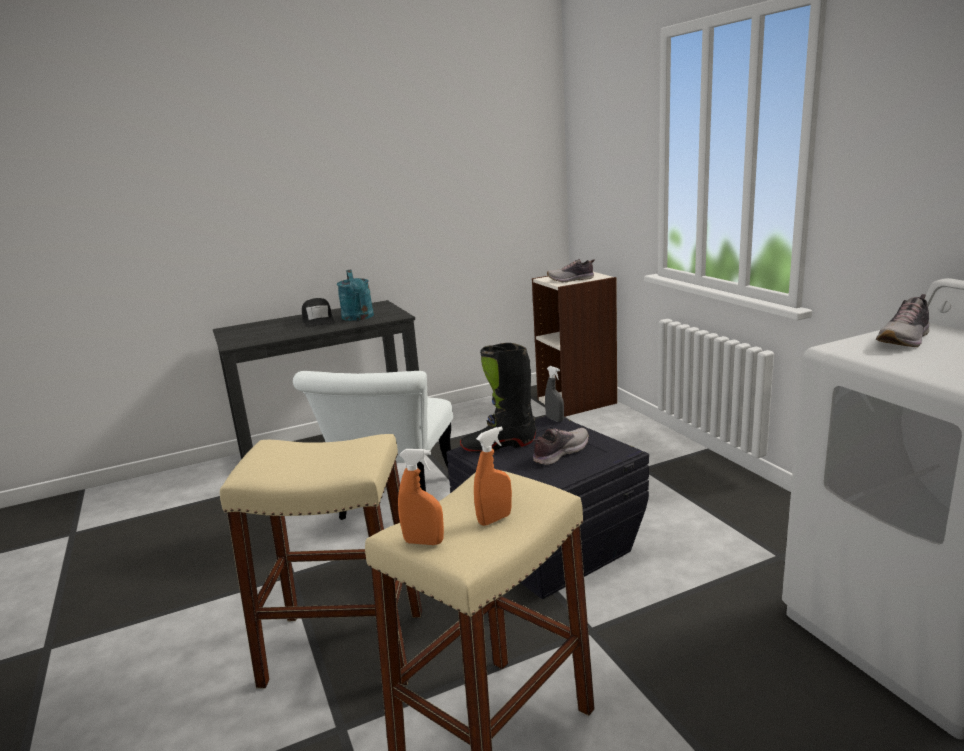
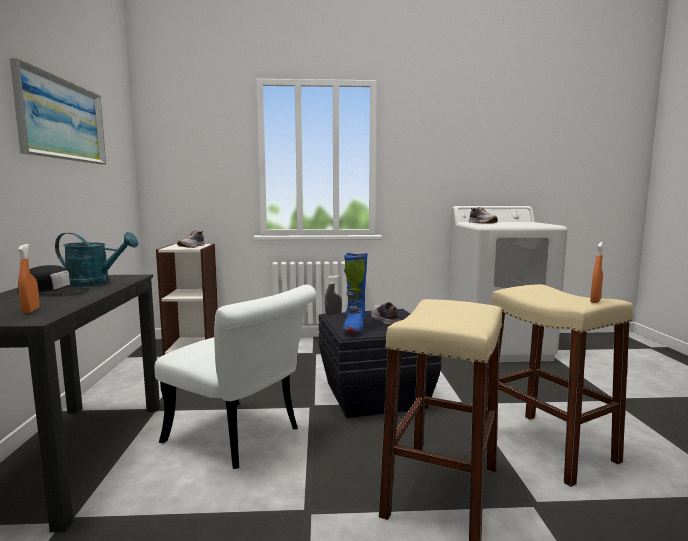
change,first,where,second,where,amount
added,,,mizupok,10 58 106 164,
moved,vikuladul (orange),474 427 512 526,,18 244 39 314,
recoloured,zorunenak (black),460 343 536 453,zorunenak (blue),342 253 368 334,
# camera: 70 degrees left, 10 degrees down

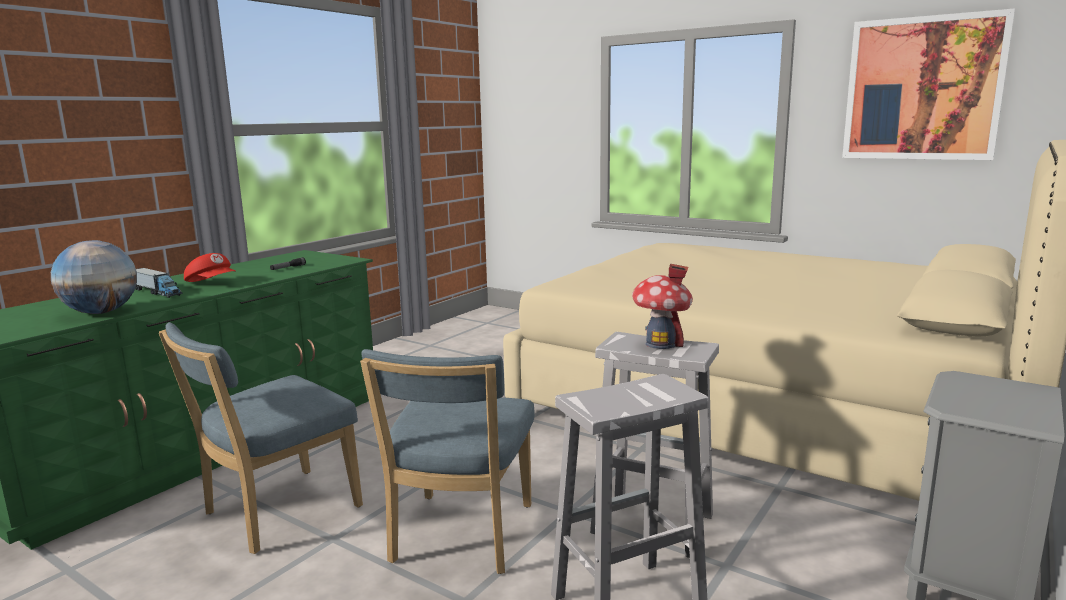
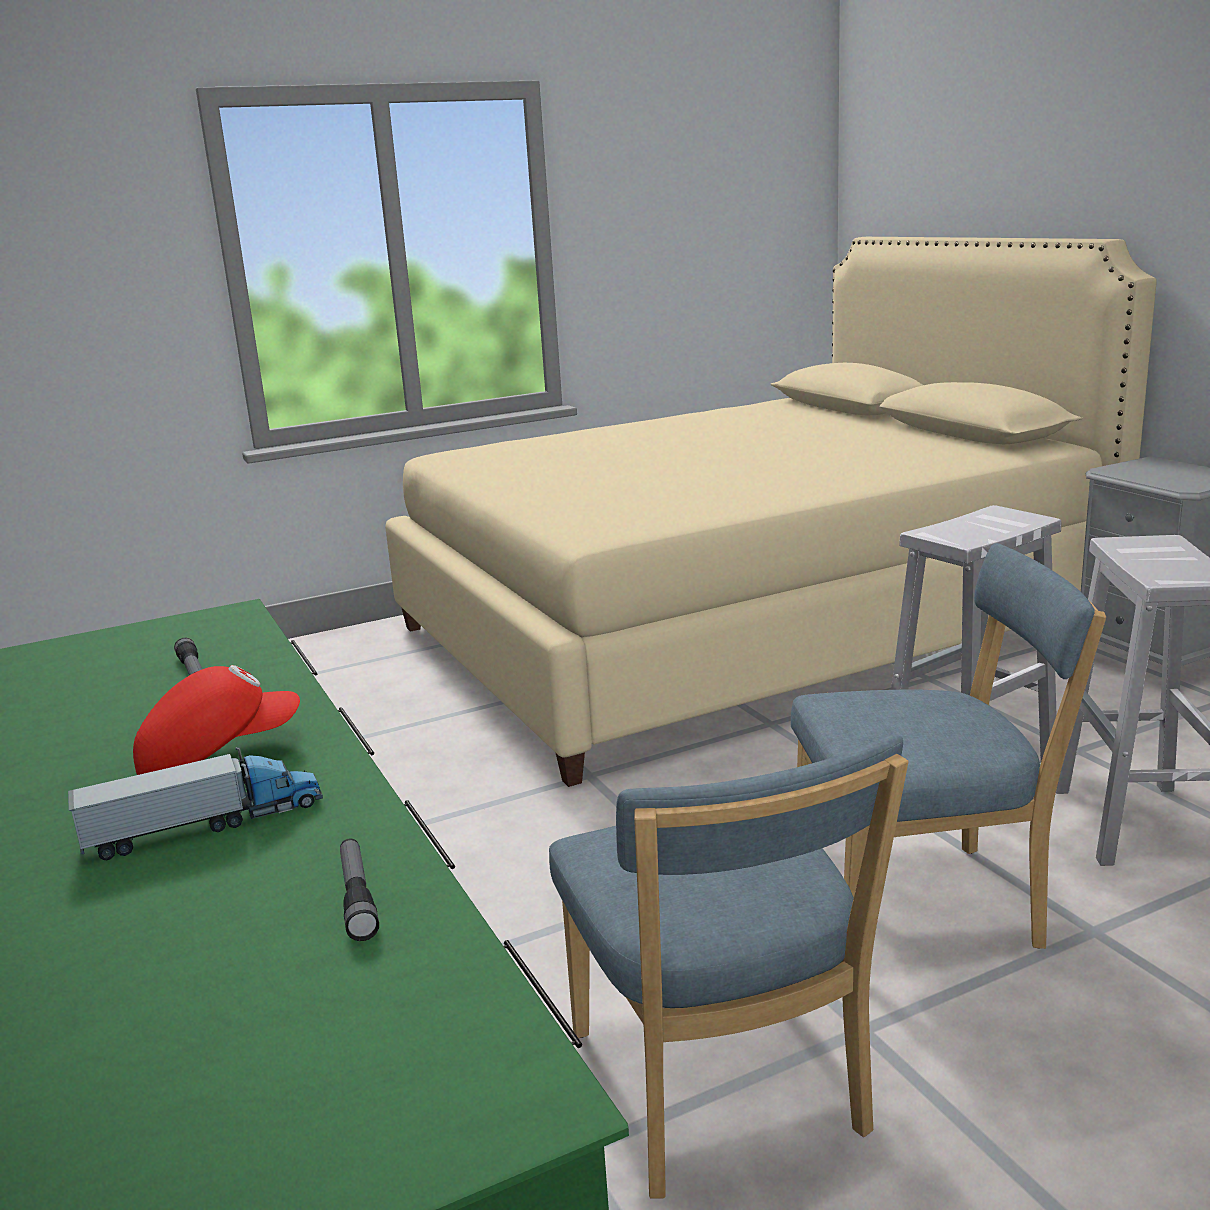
change,first,where,second,where,amount
removed,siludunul,632 264 693 349,,,
removed,mizupok,842 9 1015 160,,,
replaced,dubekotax,51 240 137 314,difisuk,340 839 379 941,
turned,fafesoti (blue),360 349 535 574,,791 543 1106 949,45 degrees counterclockwise
# camera: 60 degrees left, 5 degrees up

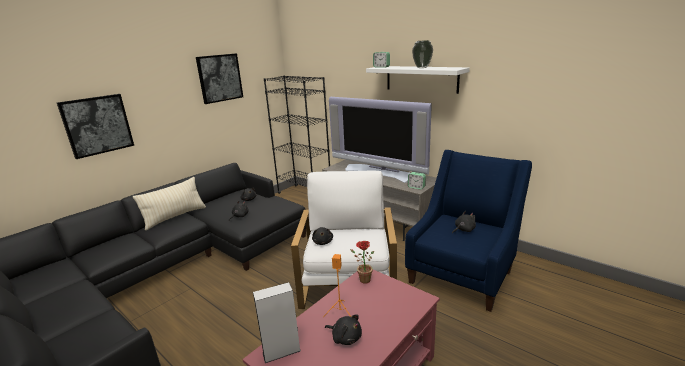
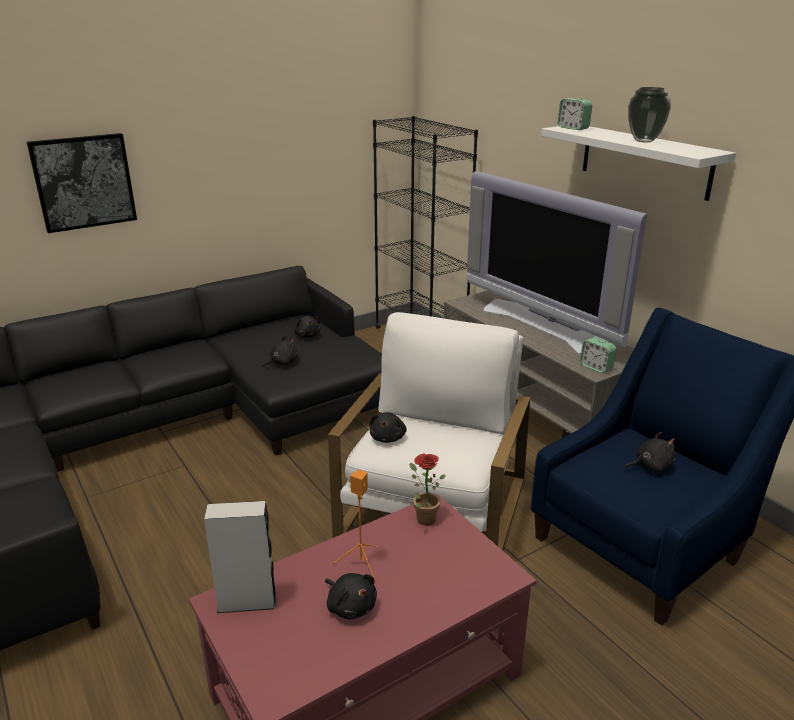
change,first,where,second,where,amount
removed,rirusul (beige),133 177 206 230,,,
removed,mizupok,196 53 243 104,,,
# camera: 15 degrees right, 5 degrees up

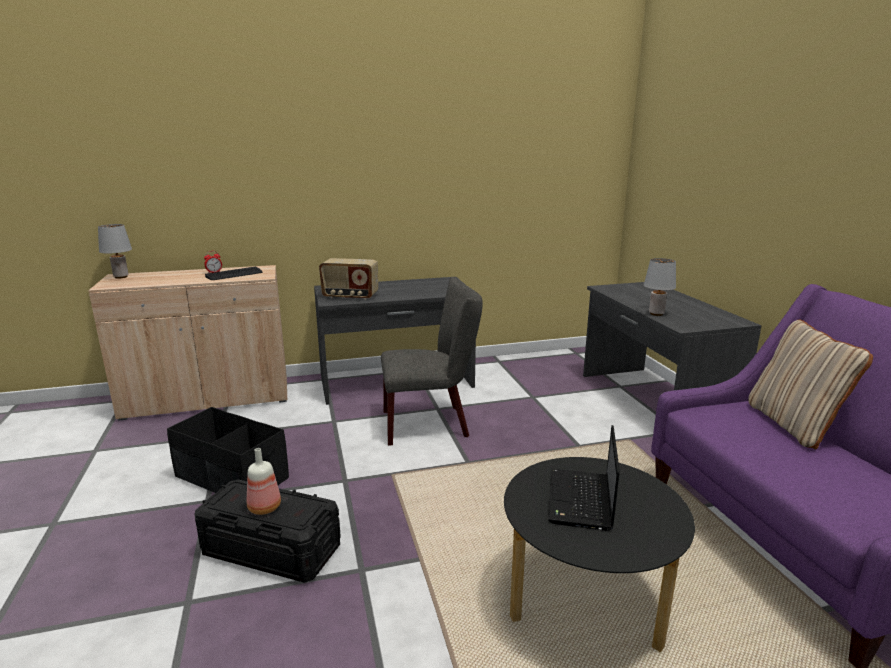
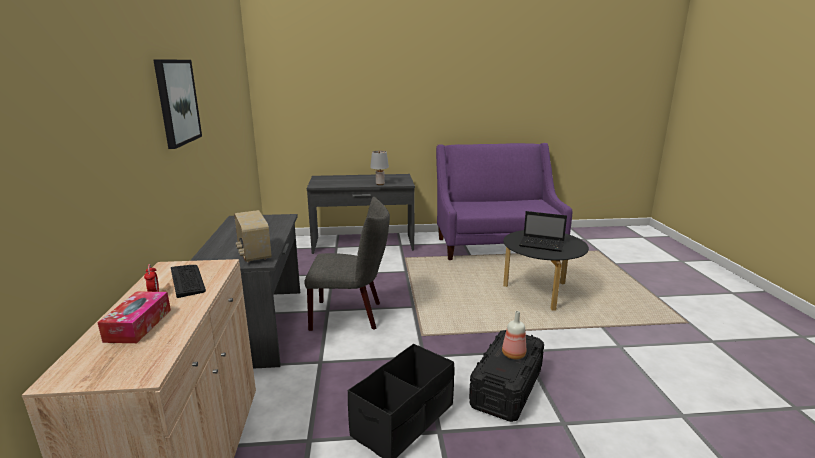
change,first,where,second,where,amount
removed,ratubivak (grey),98 224 132 279,,,
removed,rirusul (beige),748 320 873 449,,,
added,,,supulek,97 291 171 343,
added,,,mizupok,153 59 202 149,
turned,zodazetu,319 258 378 300,,234 210 272 262,135 degrees clockwise
turned,fafesoti (grey),381 277 483 446,,304 197 390 331,90 degrees clockwise
# camera: 80 degrees left, 0 degrees up

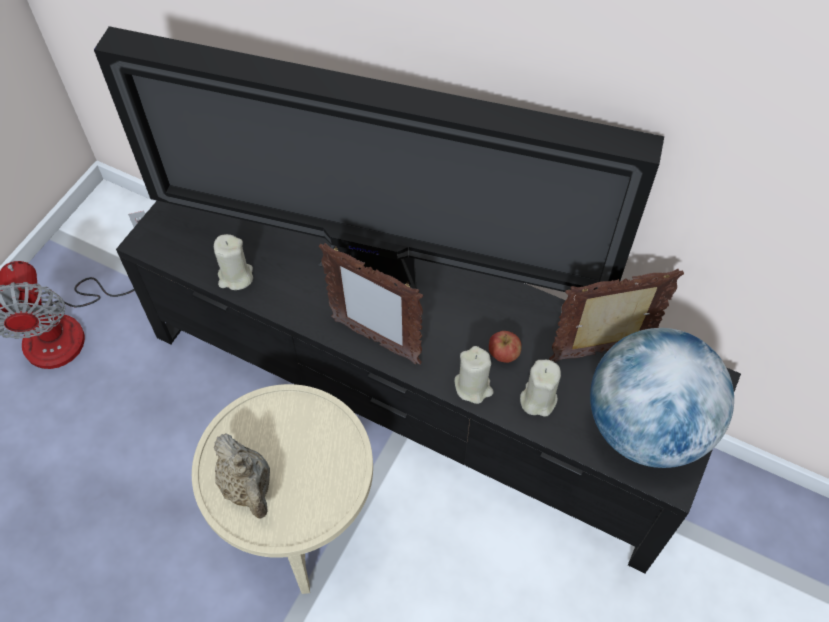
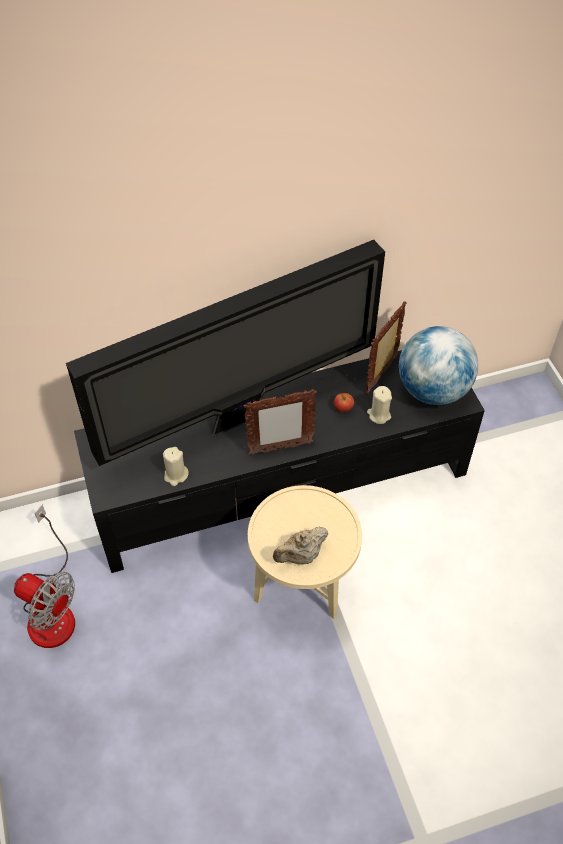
change,first,where,second,where,amount
removed,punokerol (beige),454 346 493 404,,,
turned,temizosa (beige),214 433 270 519,,273 526 328 565,135 degrees clockwise
# camera: 45 degrees left, 5 degrees down

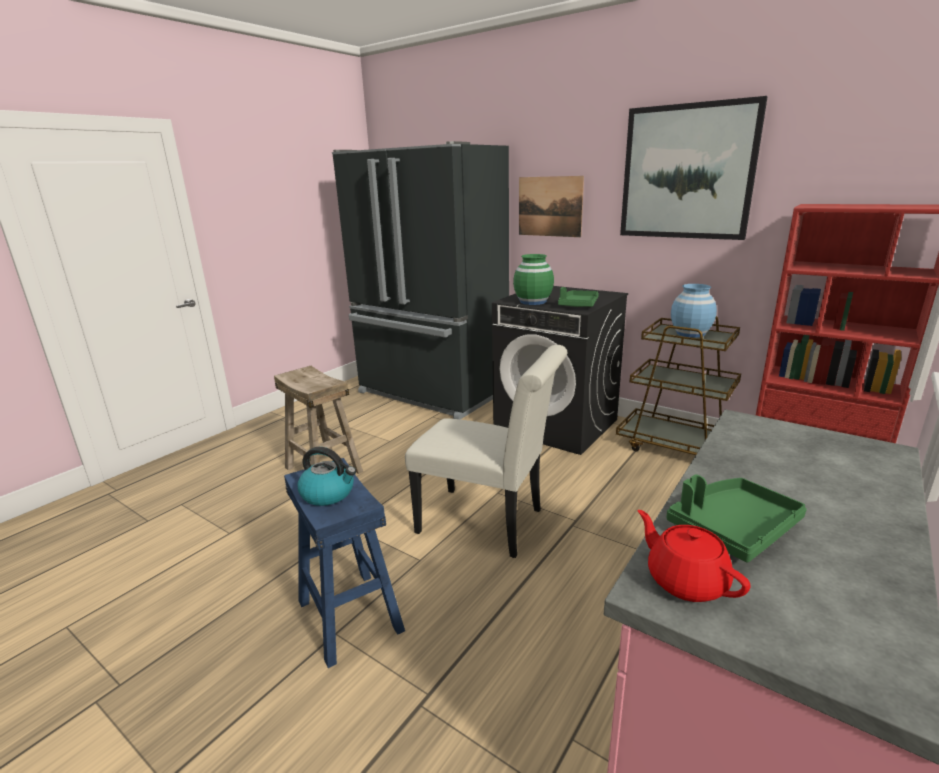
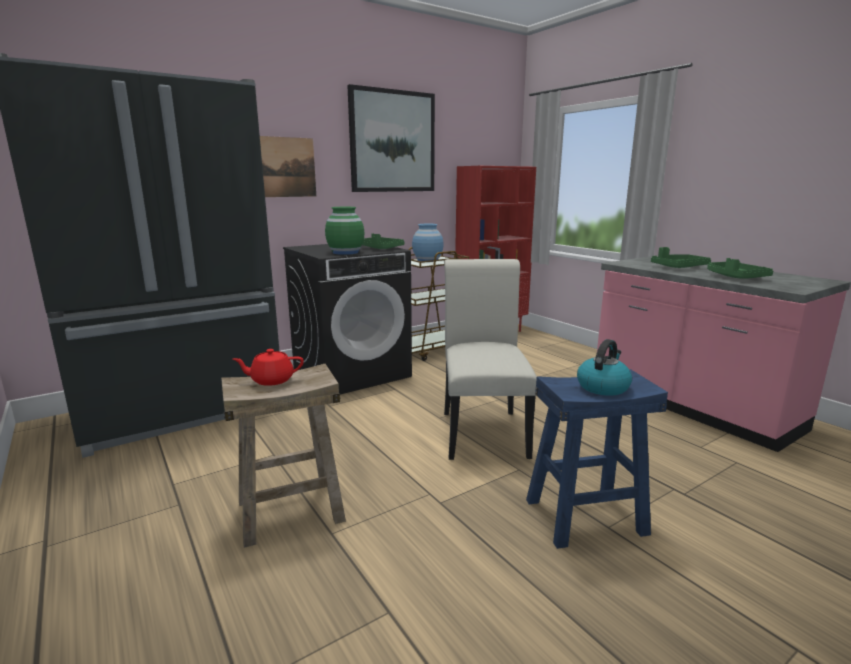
change,first,where,second,where,amount
added,,,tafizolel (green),651 247 711 268,
moved,temizosa (red),638 510 751 602,,233 349 304 386,
turned,fafesoti (white),405 345 568 558,,444 259 537 460,45 degrees counterclockwise
# camera: 70 degrees left, 5 degrees down

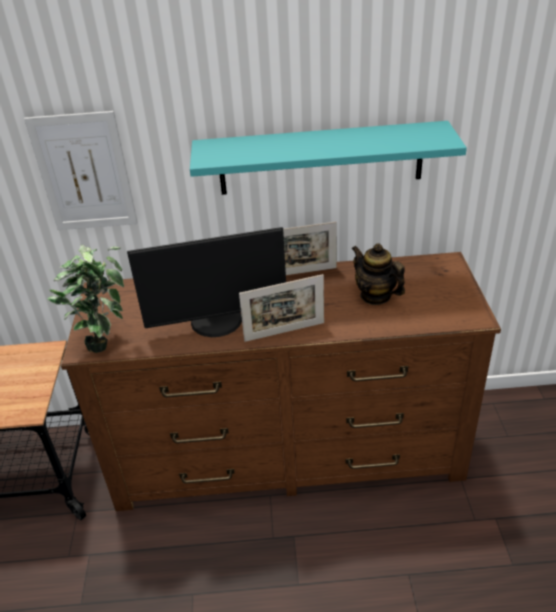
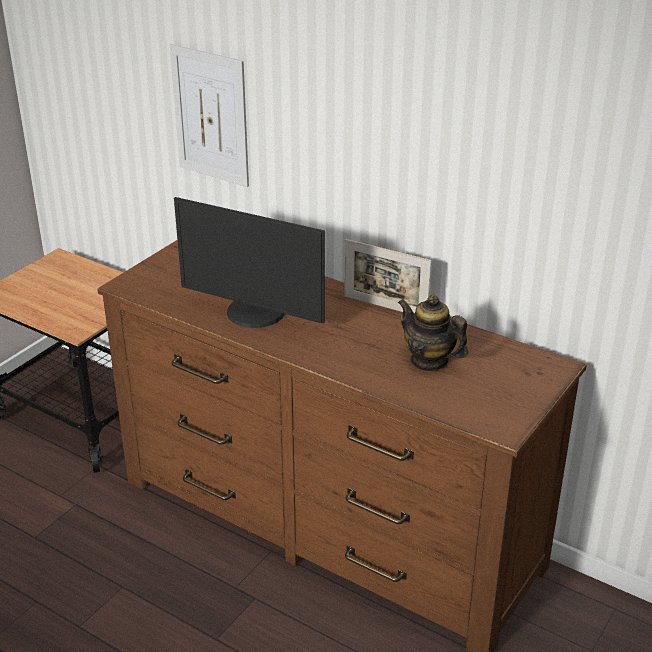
change,first,where,second,where,amount
removed,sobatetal,47 245 124 353,,,
removed,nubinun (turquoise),190 121 467 195,,,
removed,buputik,239 274 324 342,,,
turned,temizosa,352 243 405 305,,398 295 468 372,45 degrees counterclockwise
# camera: 35 degrees right, 5 degrees down

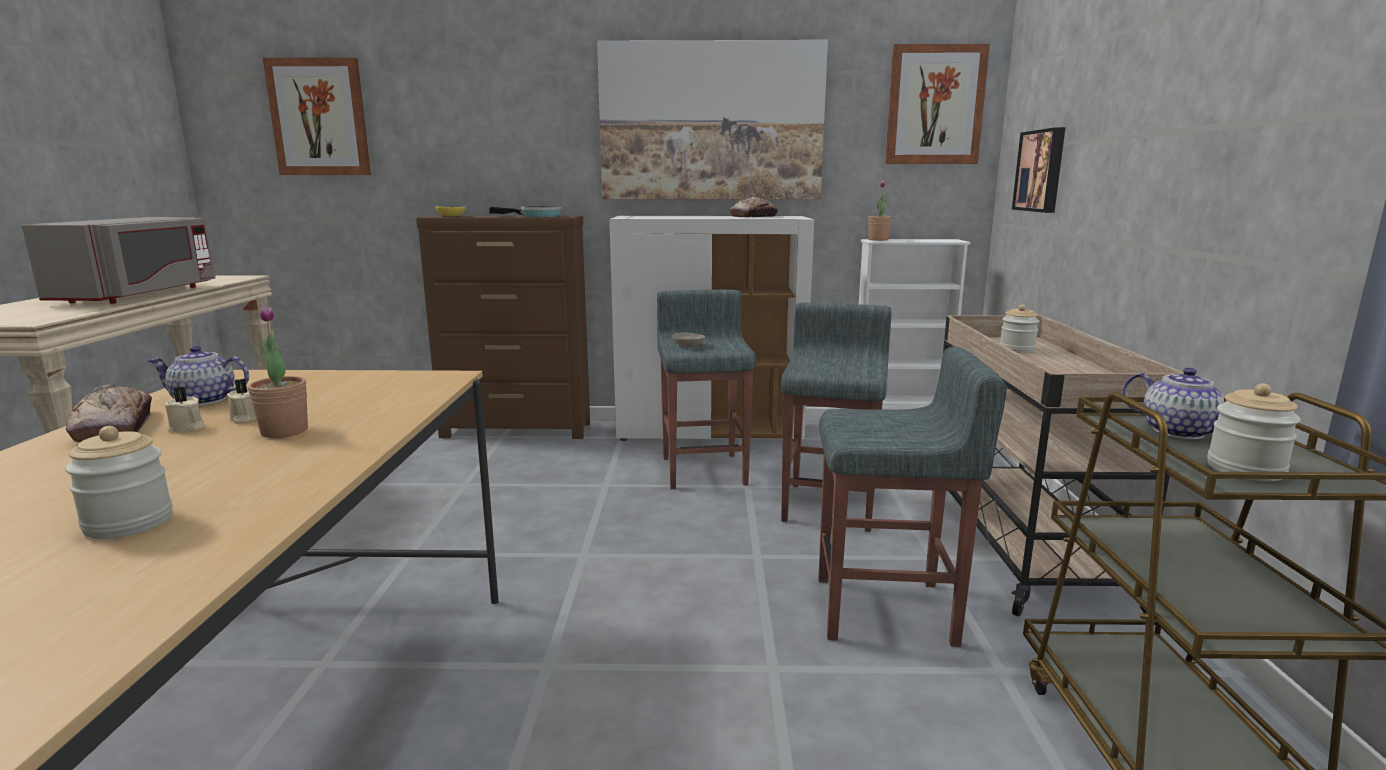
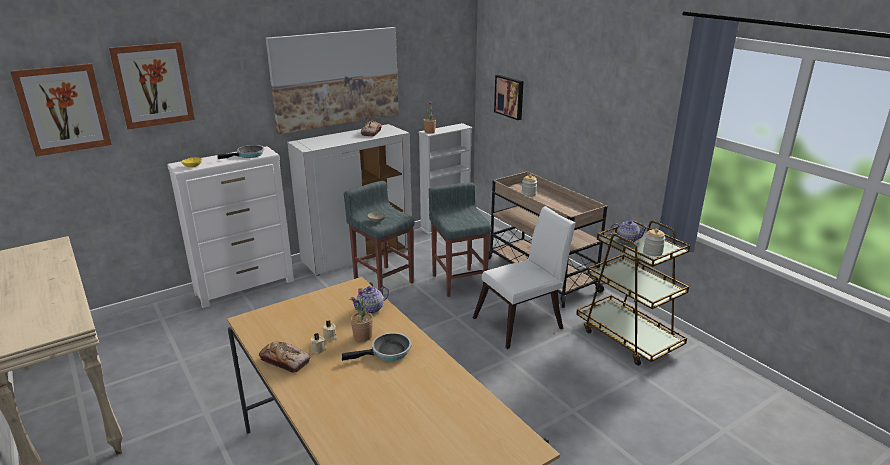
change,first,where,second,where,amount
removed,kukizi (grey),22 217 216 304,,,
removed,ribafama,65 426 173 539,,,
added,,,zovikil,342 332 412 361,
moved,temizosa,148 346 249 406,,350 286 389 314,
moved,mizupok,885 44 990 164,,109 42 195 129,
replaced,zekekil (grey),818 347 1006 647,fafesoti (white),473 206 576 349,
recoloured,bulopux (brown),416 215 590 439,bulopux (white),167 146 294 308,
# camera: 35 degrees left, 10 degrees up

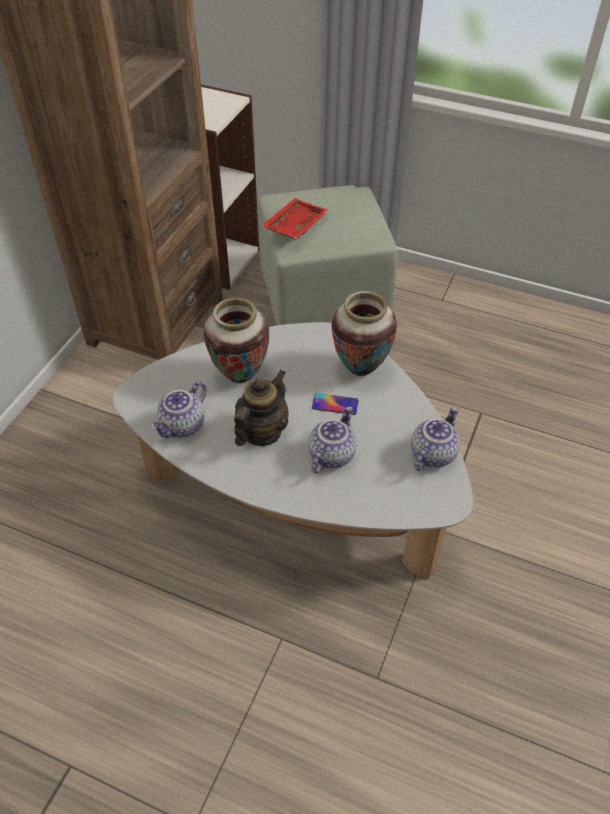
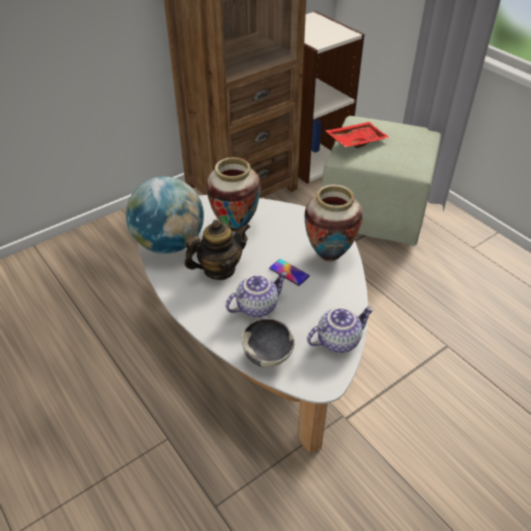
change,first,where,second,where,amount
added,,,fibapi,242 318 295 367,
replaced,temizosa,151 381 206 438,dubekotax,126 177 204 254,
# camera: 30 degrees right, 5 degrees down

